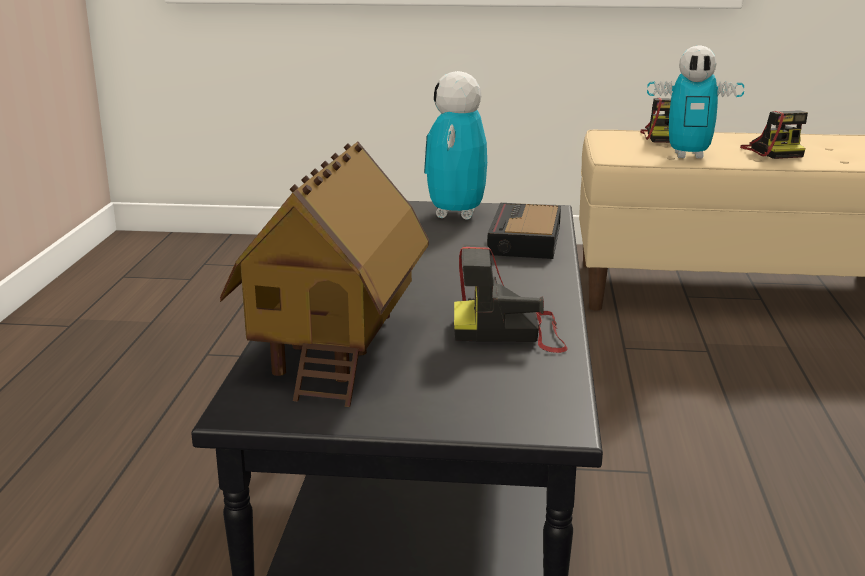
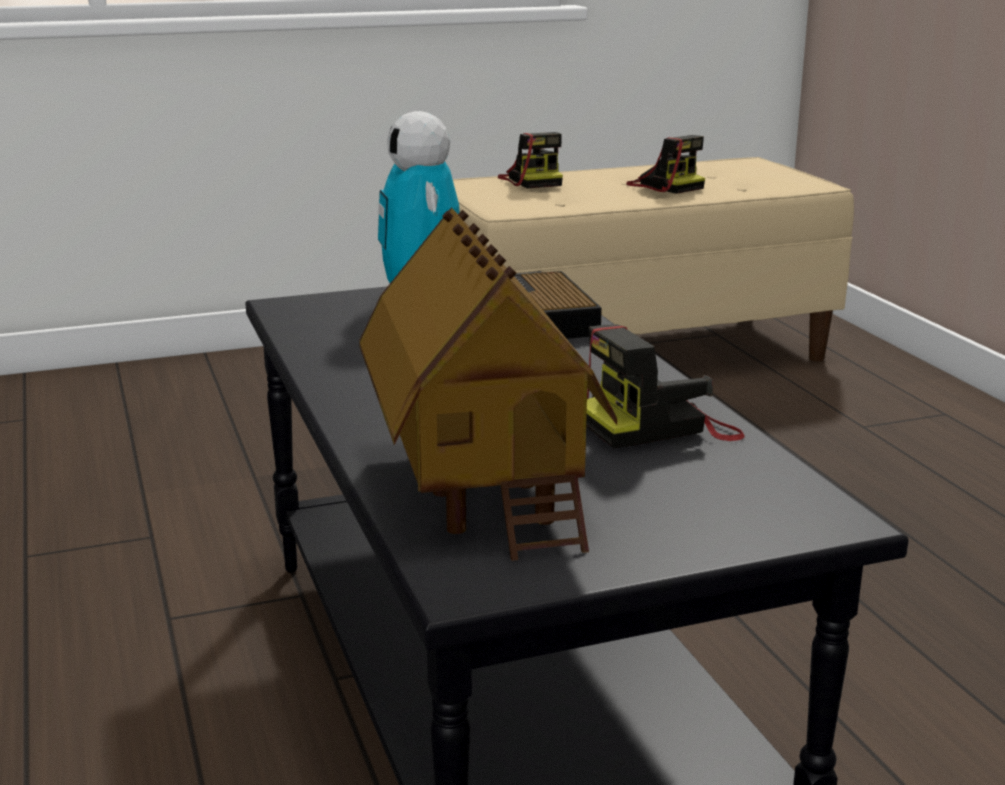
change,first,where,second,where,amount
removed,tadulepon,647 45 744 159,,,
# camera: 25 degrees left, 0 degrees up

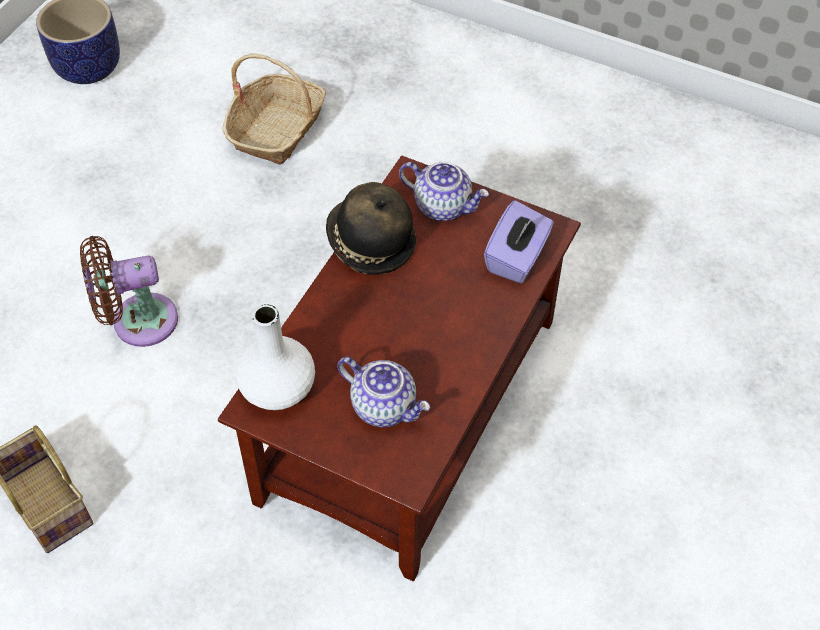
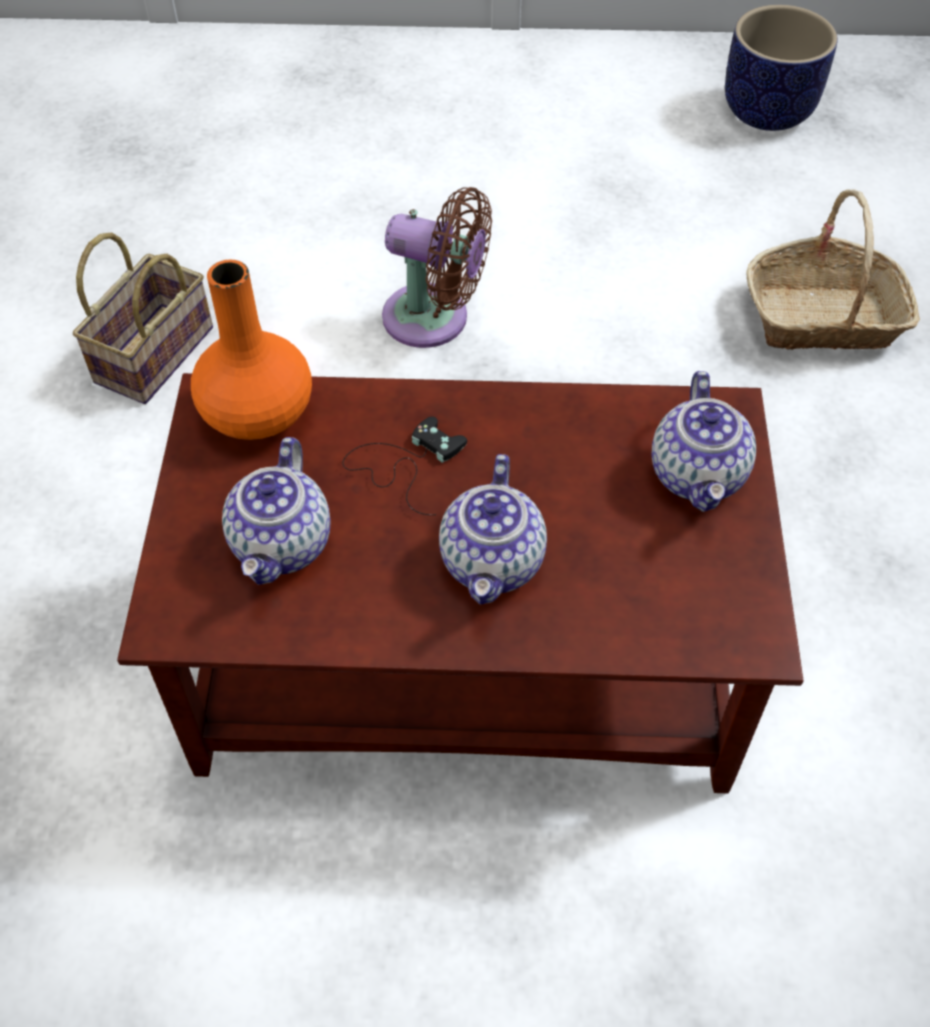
change,first,where,second,where,amount
removed,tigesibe,326 182 416 275,,,
removed,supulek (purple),484 200 553 283,,,
added,,,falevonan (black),342 417 467 515,
added,,,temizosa,439 454 547 605,
recoloured,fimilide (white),235 304 315 410,fimilide (orange),191 260 312 440,
turned,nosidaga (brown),80 236 178 347,,382 187 492 348,150 degrees clockwise
# camera: 65 degrees right, 0 degrees up

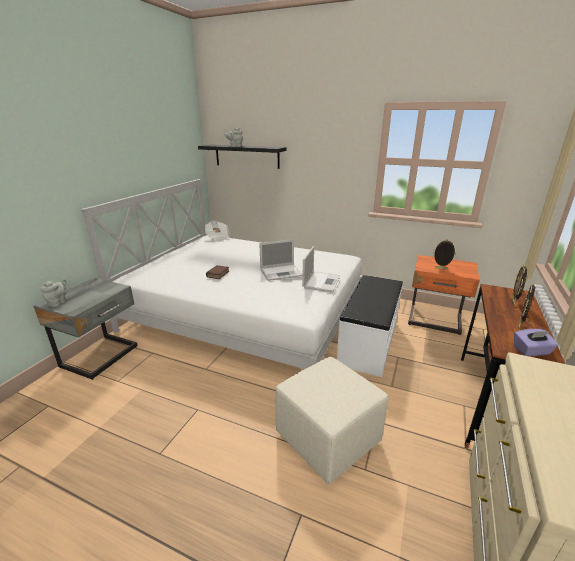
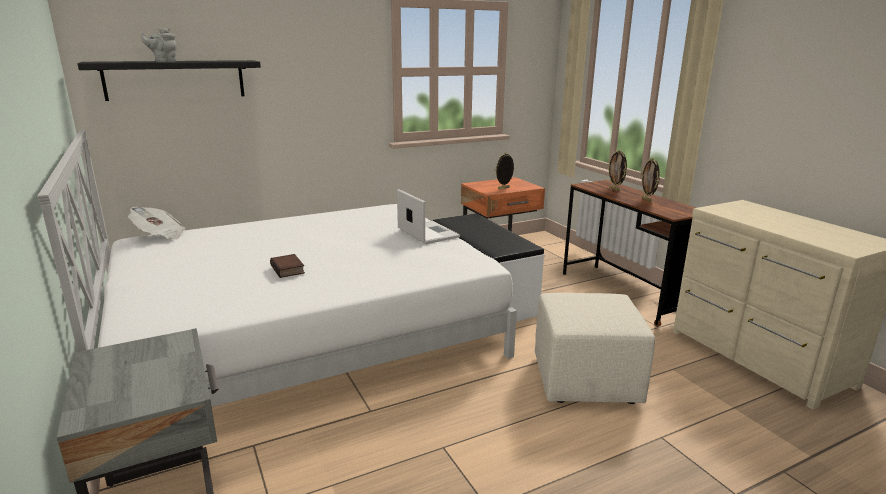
change,first,where,second,where,amount
removed,temizosa (grey),41 279 66 307,,,
removed,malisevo,259 239 303 281,,,
removed,supulek (purple),514 329 559 356,,,
# camera: 50 degrees left, 5 degrees down

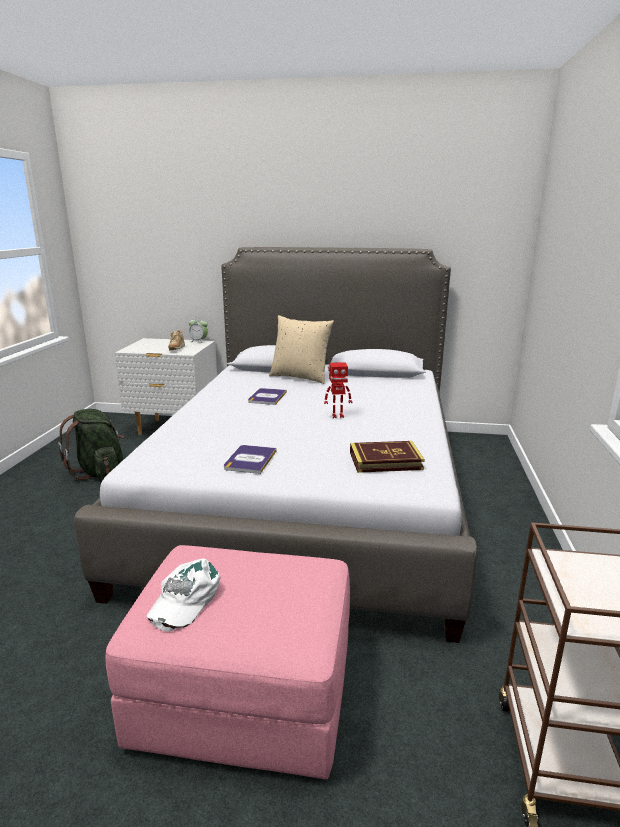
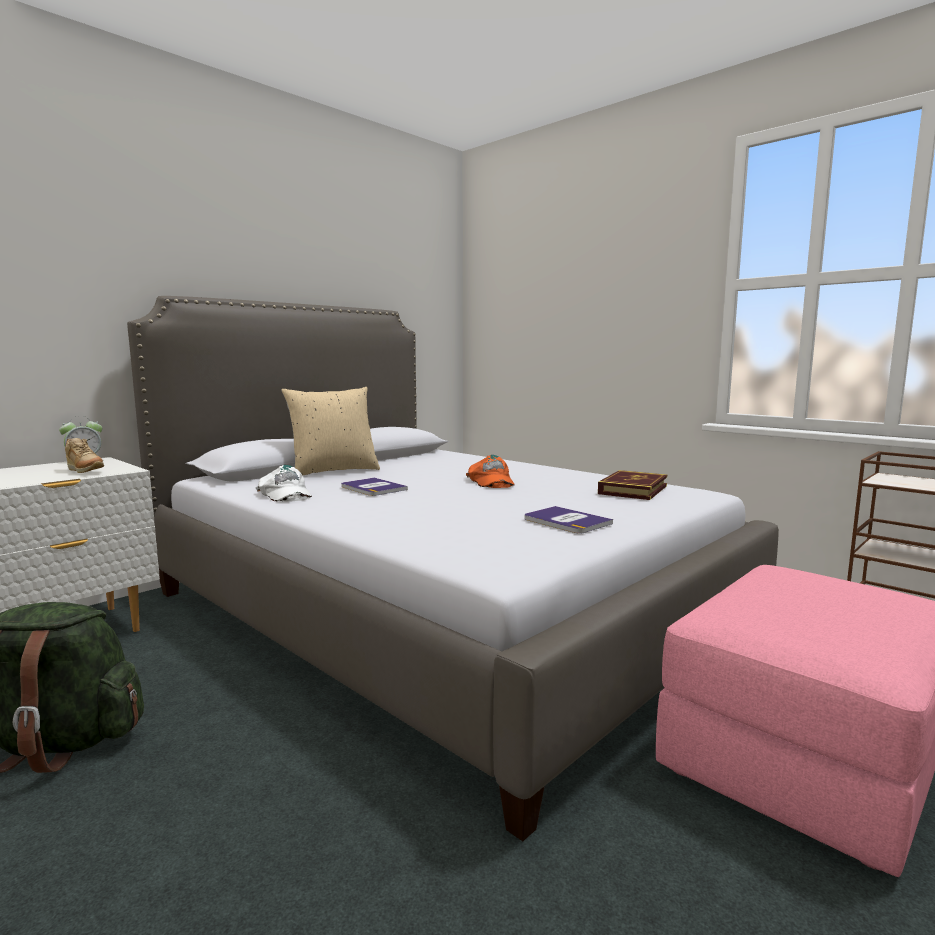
change,first,where,second,where,amount
moved,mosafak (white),146 558 221 632,,255 465 312 502,
replaced,tadulepon,324 362 352 418,mosafak (orange),466 455 515 488,
# camera: 55 degrees left, 10 degrees down

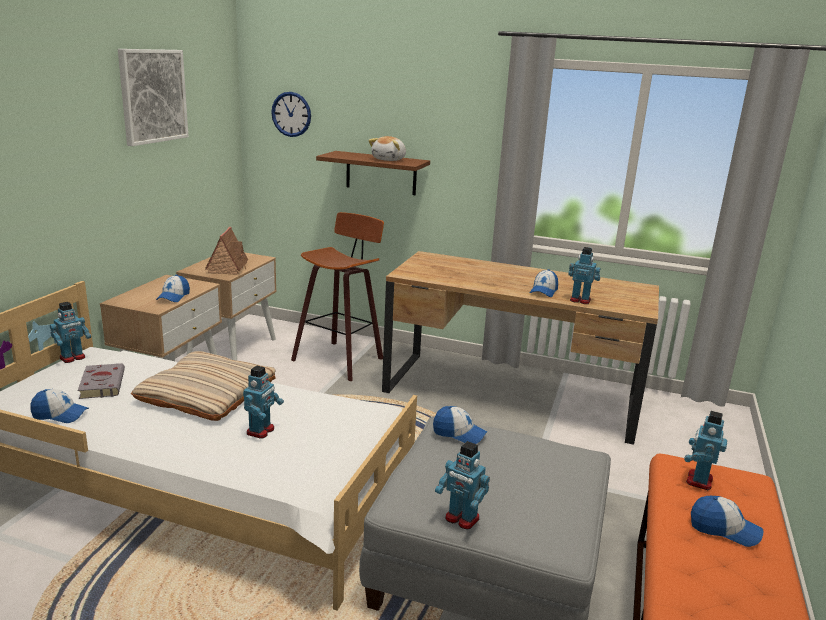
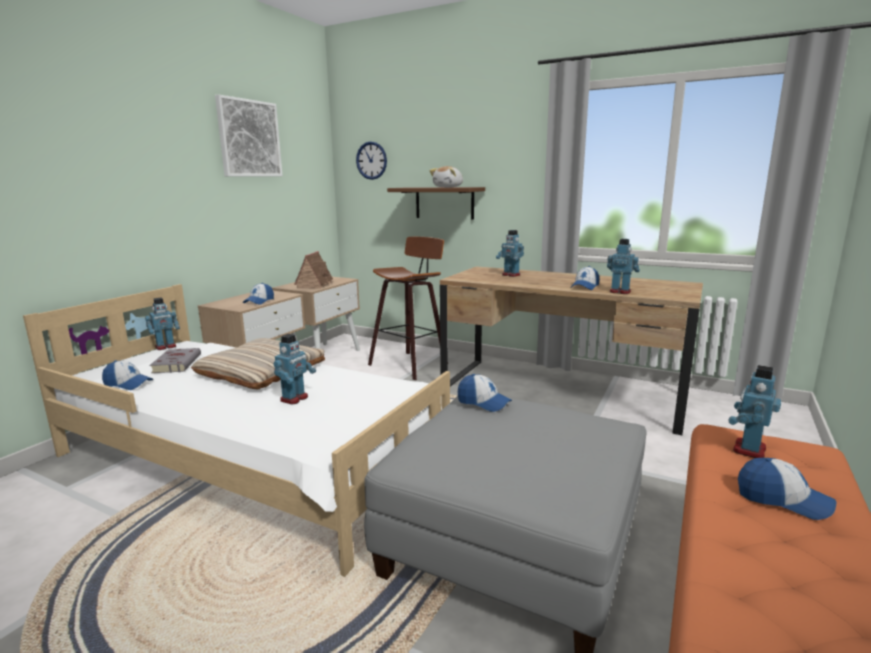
change,first,where,second,where,amount
moved,tadulepon,435 441 490 530,,496 230 524 277,
# camera: 10 degrees right, 5 degrees down

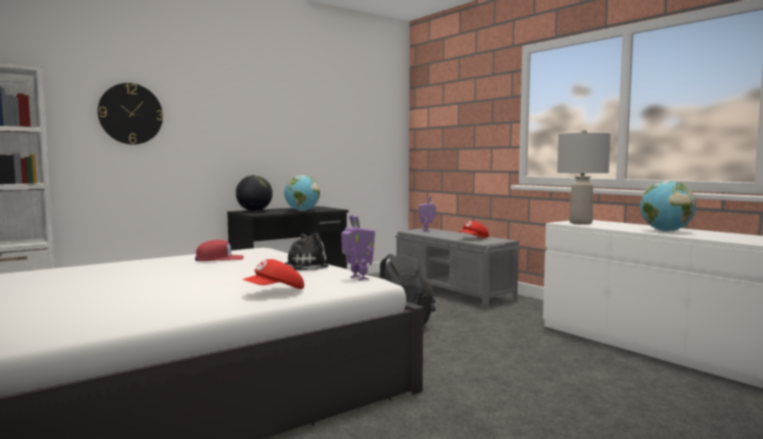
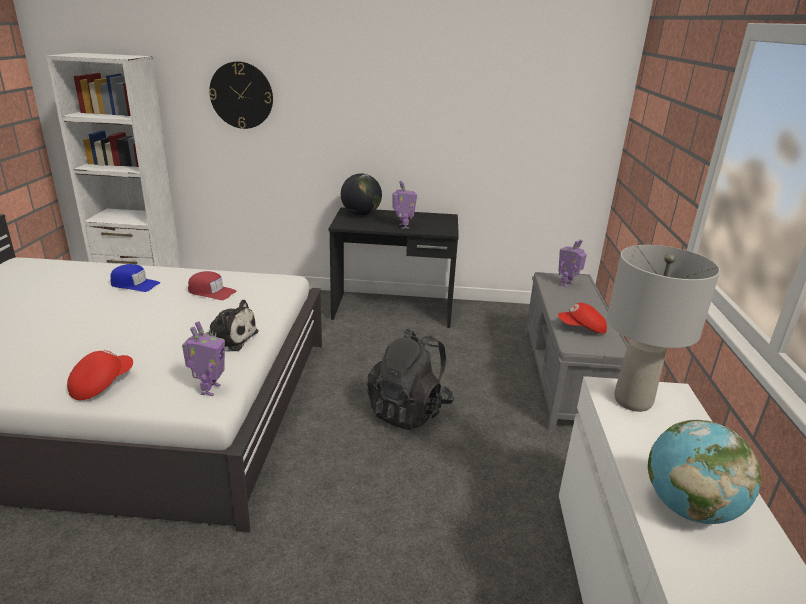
change,first,where,second,where,amount
added,,,mosafak (blue),110 264 160 292,
replaced,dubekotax,284 175 320 211,tadulepon,392 181 417 229,
turned,mosafak (red),243 259 304 289,,67 350 133 400,120 degrees clockwise
# camera: 40 degrees right, 20 degrees up

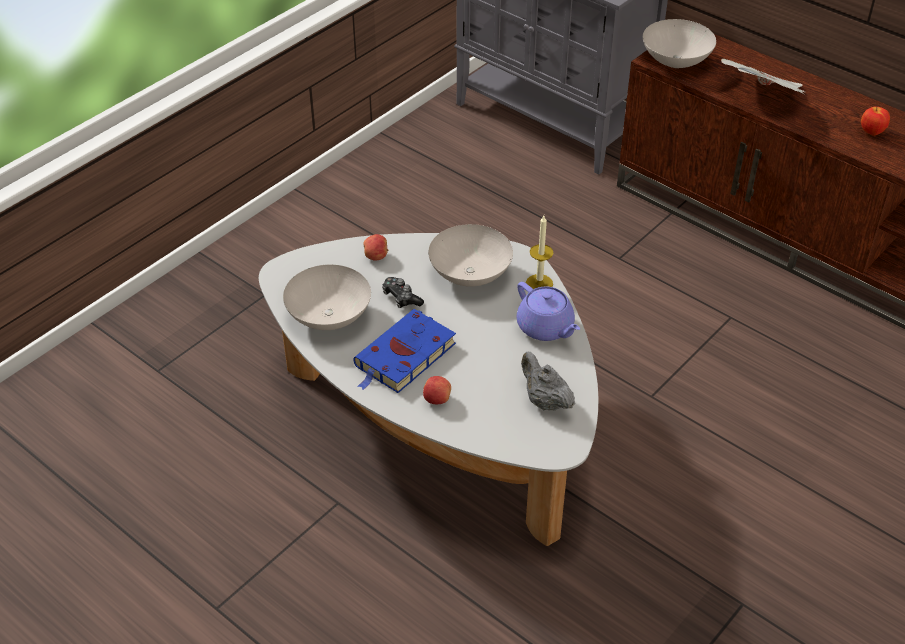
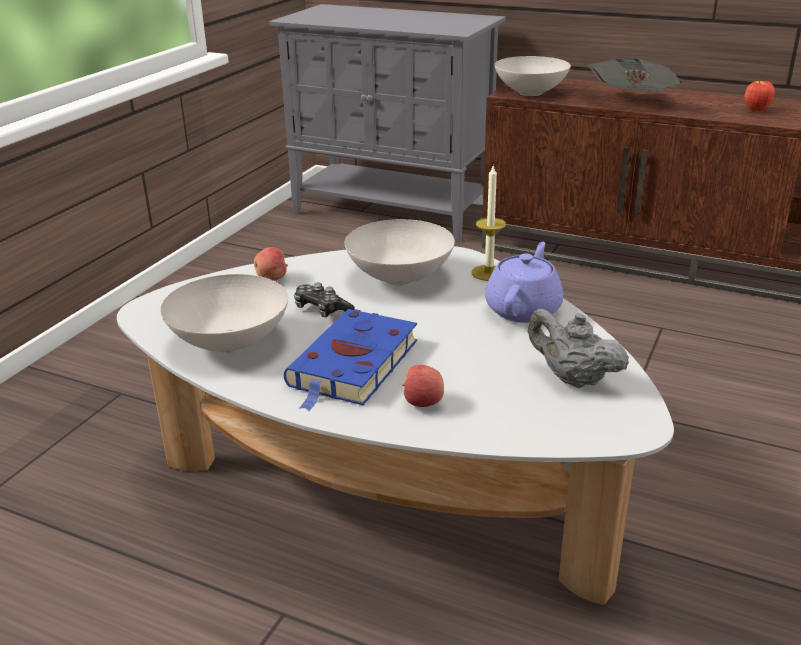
change,first,where,second,where,amount
turned,temizosa (purple),517 282 580 341,,485 242 563 323,105 degrees counterclockwise
# camera: 15 degrees left, 15 degrees down

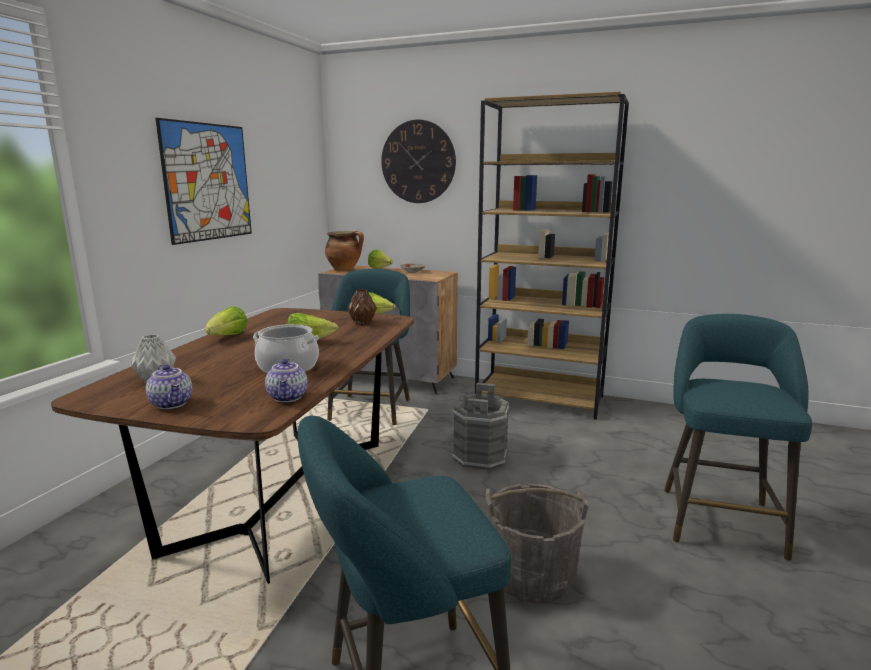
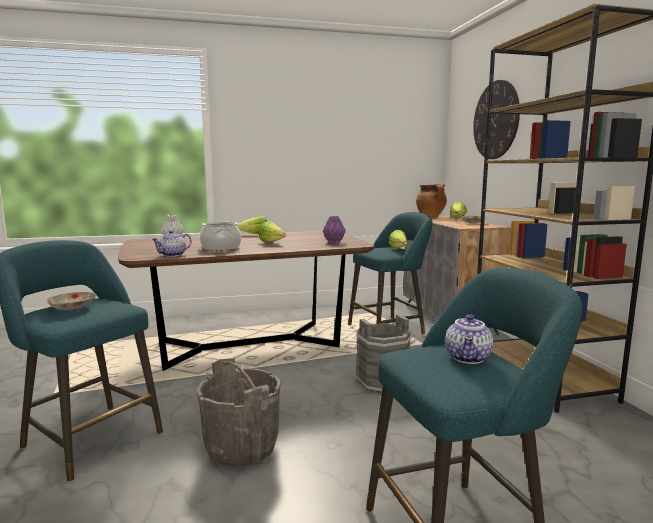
change,first,where,second,where,amount
removed,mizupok,155 118 252 245,,,
added,,,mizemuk,46 292 96 311,
moved,temizosa,146 365 193 409,,445 314 493 364,
recoloured,fimilide (brown),347 289 377 325,fimilide (purple),323 216 346 243,
# camera: 55 degrees right, 5 degrees down

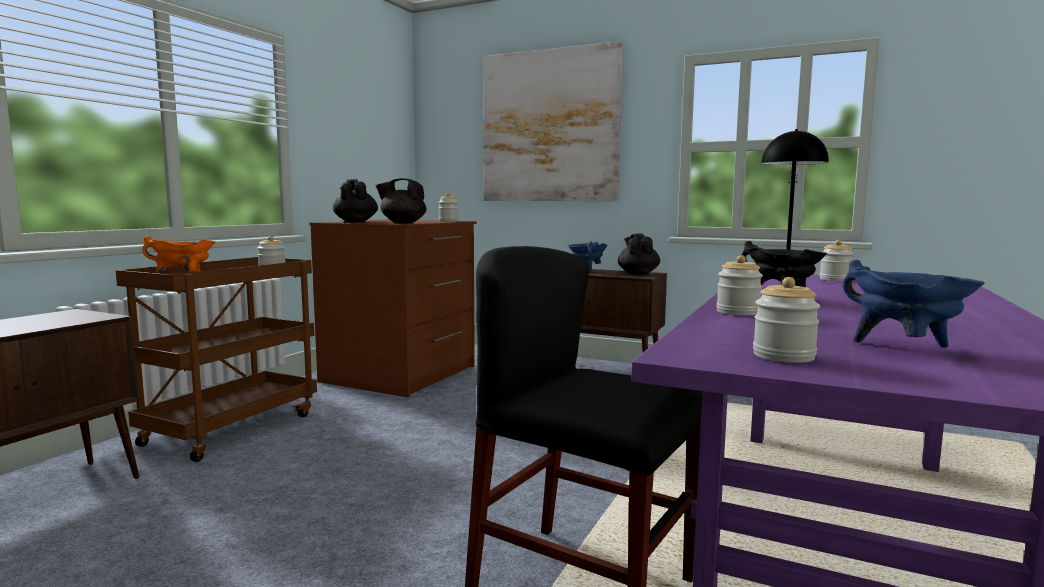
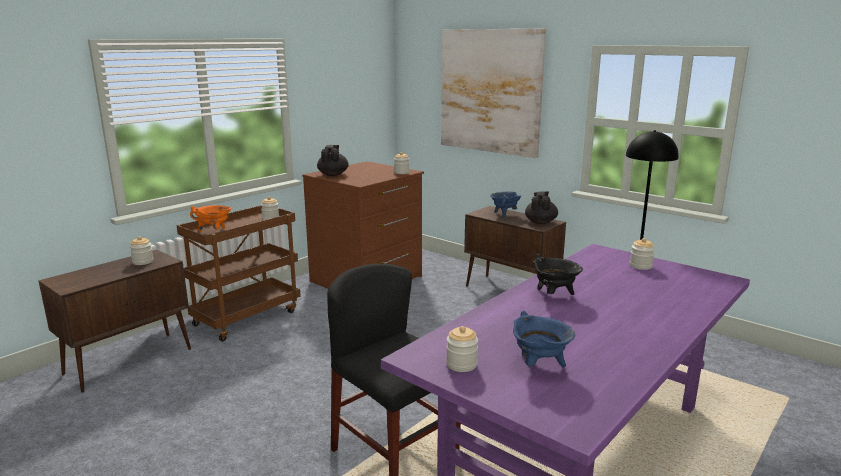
change,first,where,second,where,amount
removed,temizosa (black),376 178 426 224,,,
moved,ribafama,716 255 763 316,,130 236 153 265,
# camera: 15 degrees right, 10 degrees up

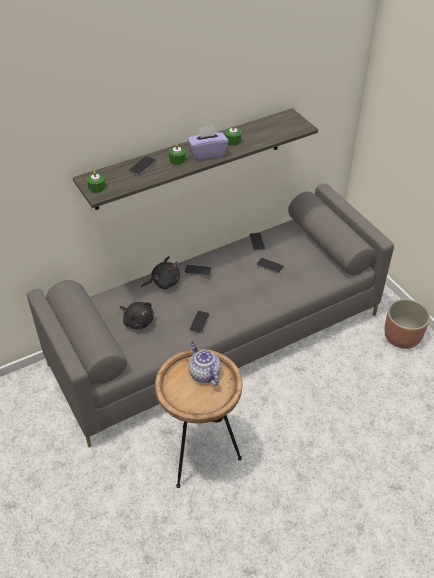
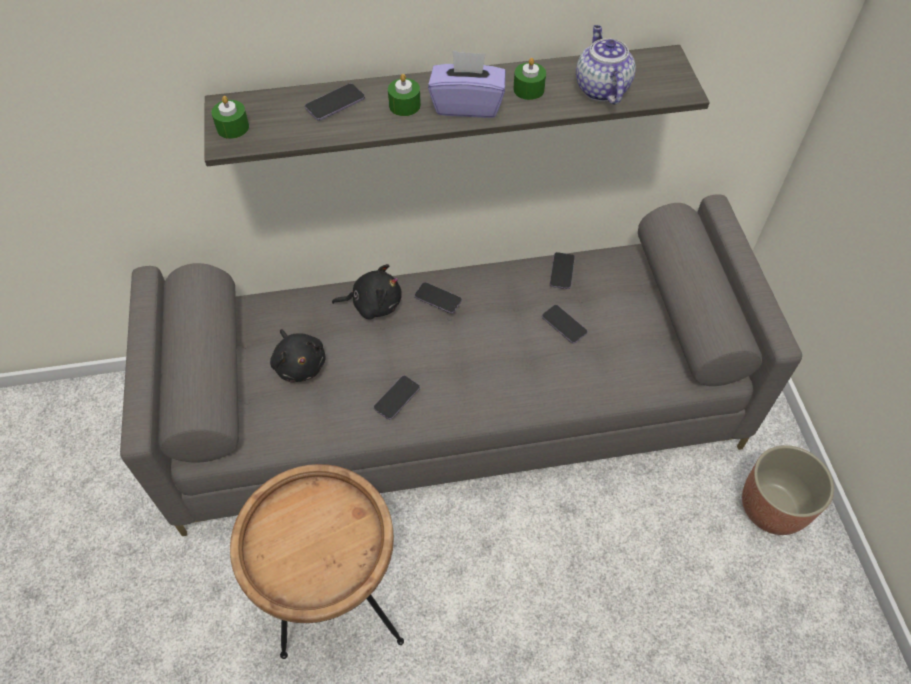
change,first,where,second,where,amount
moved,temizosa,188 342 221 386,,576 25 636 105,
# camera: 20 degrees right, 10 degrees up

